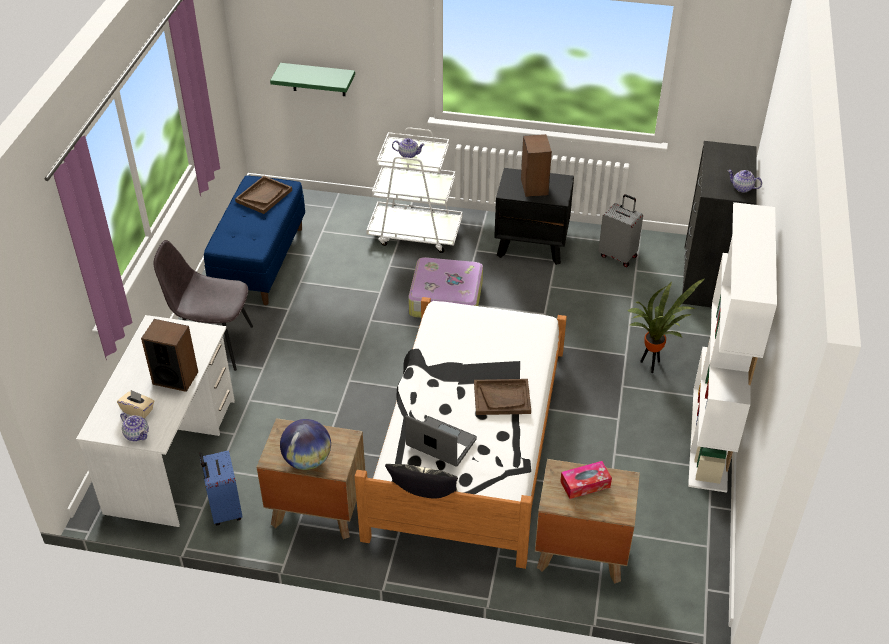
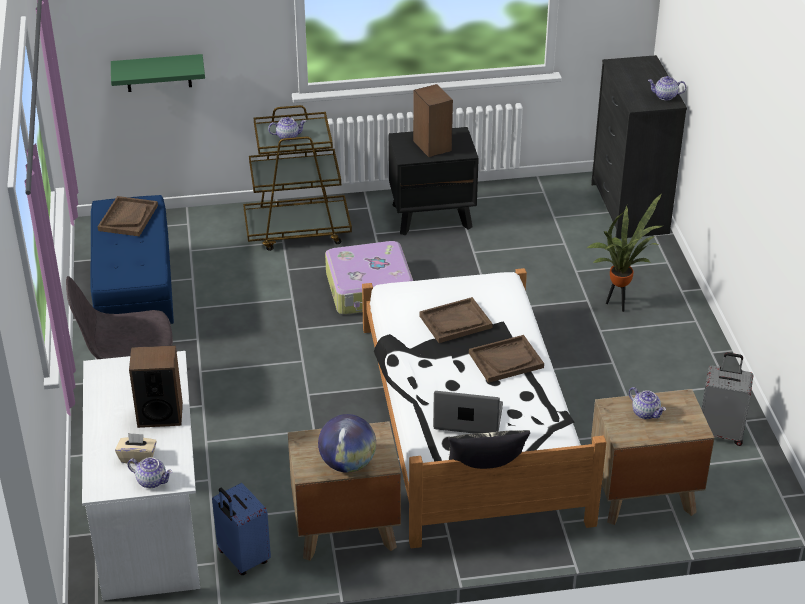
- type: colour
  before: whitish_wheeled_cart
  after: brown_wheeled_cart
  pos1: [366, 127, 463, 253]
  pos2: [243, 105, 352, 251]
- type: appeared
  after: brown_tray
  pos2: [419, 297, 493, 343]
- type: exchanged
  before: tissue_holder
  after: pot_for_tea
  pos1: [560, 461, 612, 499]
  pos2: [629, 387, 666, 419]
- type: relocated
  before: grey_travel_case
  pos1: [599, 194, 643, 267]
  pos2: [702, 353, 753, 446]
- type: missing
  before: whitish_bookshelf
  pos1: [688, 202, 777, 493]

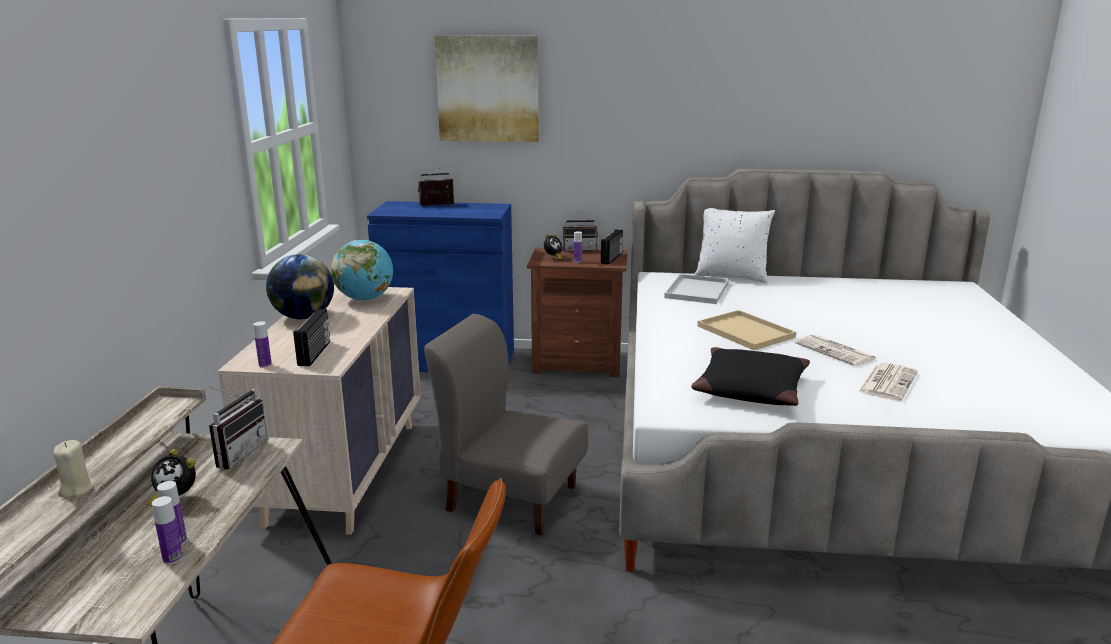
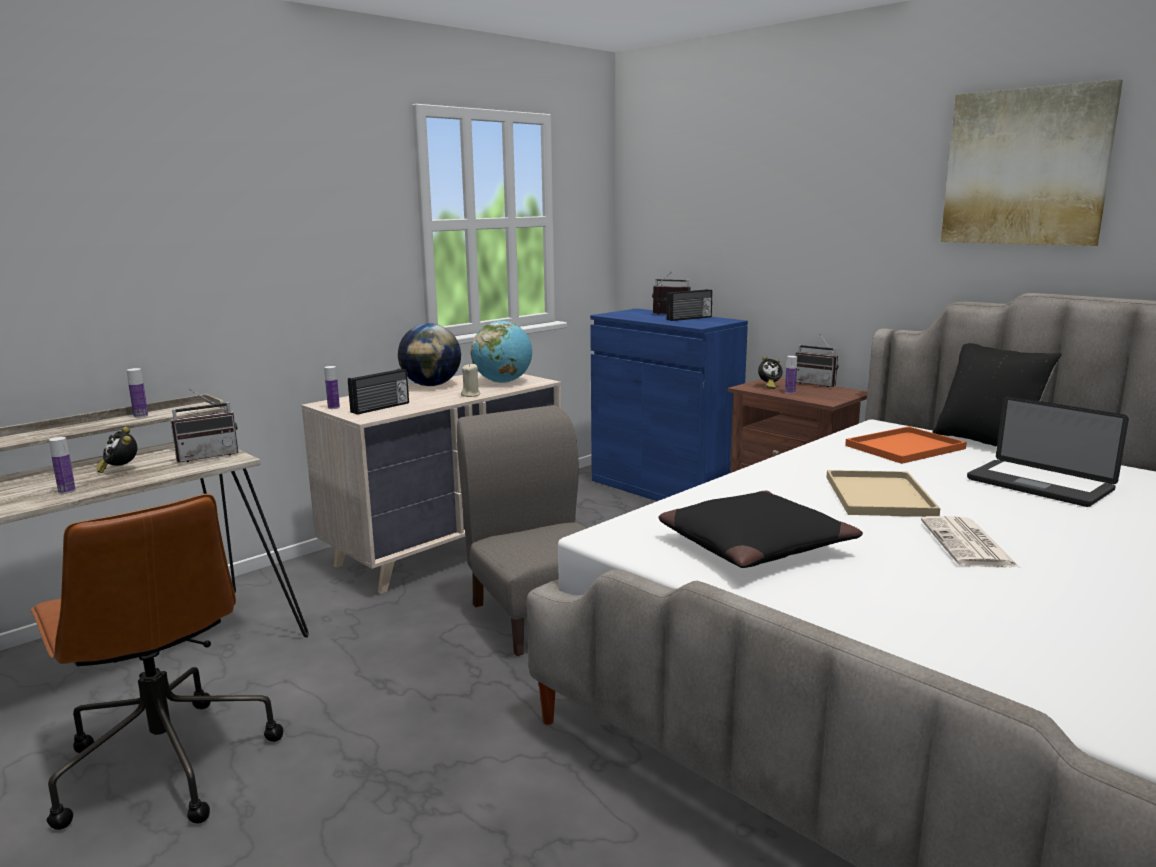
- type: relocated
  before: beverage_bottle
  pos1: [152, 496, 183, 564]
  pos2: [127, 368, 148, 418]
- type: relocated
  before: beige_candle
  pos1: [54, 440, 94, 498]
  pos2: [461, 363, 480, 397]
- type: relocated
  before: radio
  pos1: [601, 229, 624, 265]
  pos2: [666, 289, 713, 321]
- type: colour
  before: whitish_tray
  after: orange-coloured_tray
  pos1: [664, 274, 729, 304]
  pos2: [845, 426, 967, 464]
- type: colour
  before: whitish_cushion
  after: black-coloured_cushion
  pos1: [694, 208, 775, 283]
  pos2: [932, 343, 1062, 447]
- type: relocated
  before: wall_art
  pos1: [435, 36, 539, 142]
  pos2: [941, 79, 1123, 246]
- type: appeared
  after: portable_computer
  pos2: [967, 396, 1129, 507]
- type: missing
  before: daily_paper
  pos1: [858, 363, 918, 401]

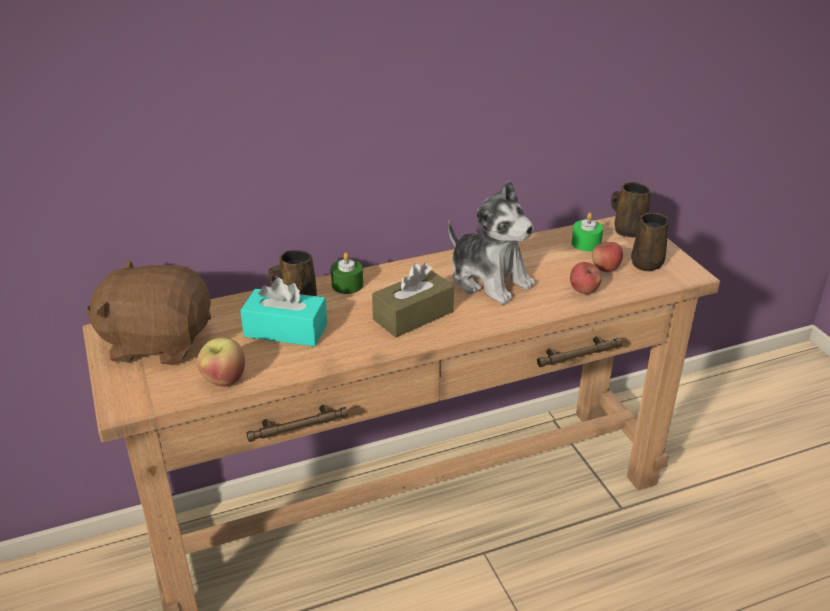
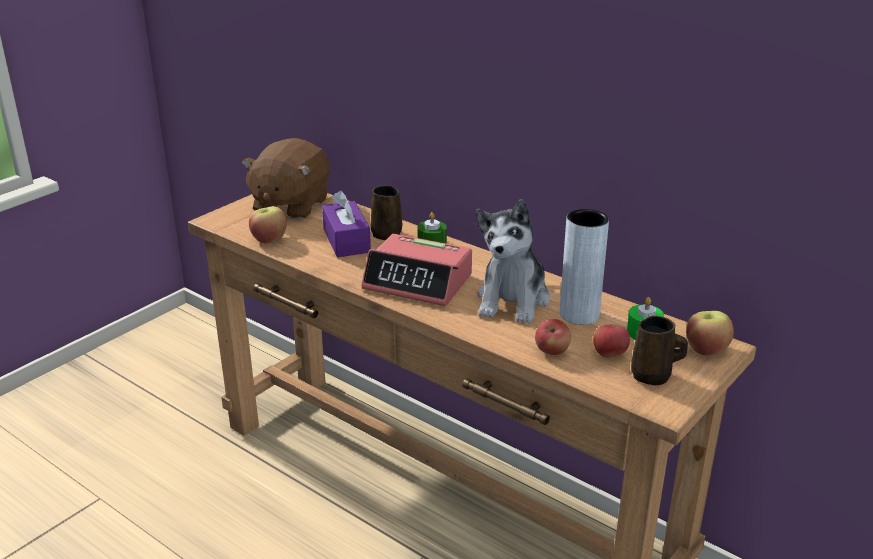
- type: spun
  before: brown_cuddly_toy
  pos1: [86, 259, 211, 365]
  pos2: [241, 138, 330, 220]
  turn: -135
- type: colour
  before: turquoise-coloured_tissue_holder
  after: purple-coloured_tissue_holder
  pos1: [240, 278, 327, 347]
  pos2: [322, 191, 371, 257]
- type: exchanged
  before: brown_tissue_holder
  after: alarm_clock
  pos1: [372, 263, 454, 337]
  pos2: [361, 234, 472, 306]
- type: appeared
  after: grey_vase
  pos2: [560, 209, 609, 325]
- type: exchanged
  before: brown_coffee_mug
  after: whole_apple
  pos1: [611, 182, 650, 237]
  pos2: [686, 311, 734, 356]

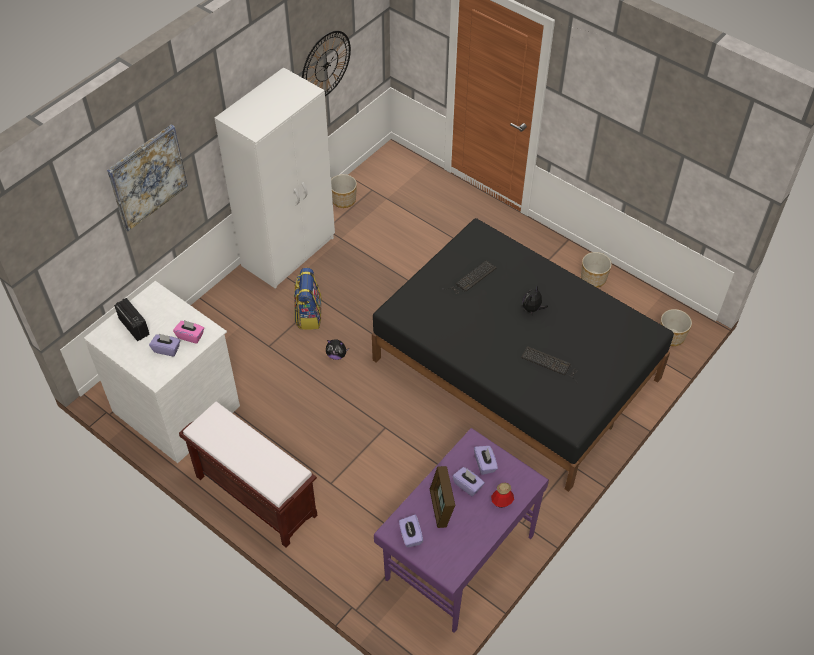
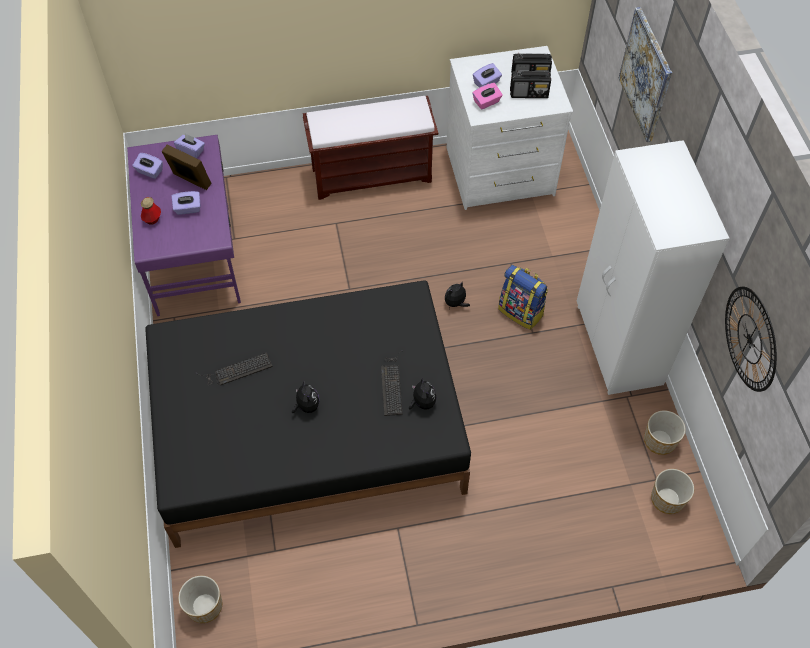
- type: relocated
  before: purple-coloured_tissue_holder
  pos1: [474, 446, 498, 475]
  pos2: [132, 153, 163, 179]
- type: appeared
  after: cuddly_toy
  pos2: [409, 377, 437, 410]
- type: appeared
  after: radio
  pos2: [510, 70, 551, 98]
- type: relocated
  before: planter
  pos1: [581, 252, 612, 288]
  pos2: [651, 469, 694, 514]

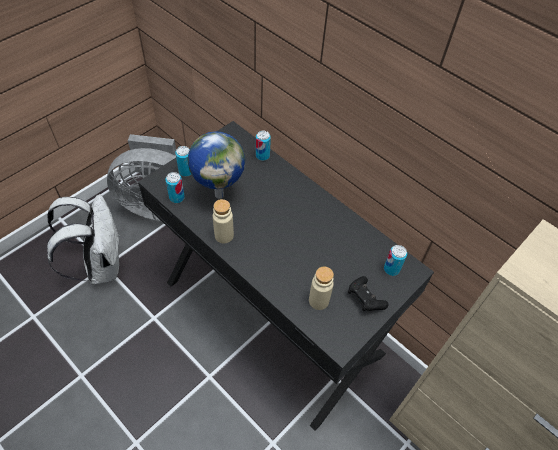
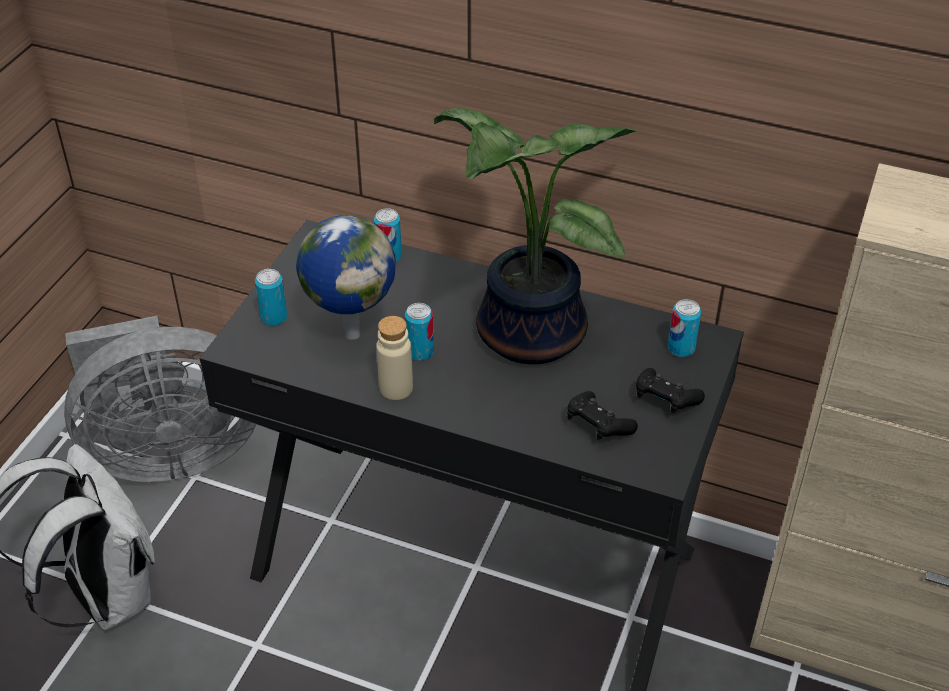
- type: relocated
  before: metal_can
  pos1: [165, 172, 185, 203]
  pos2: [405, 303, 434, 361]
- type: appeared
  after: plant_in_a_pot
  pos2: [434, 108, 637, 364]
- type: exchanged
  before: beige_beverage_bottle
  after: black-coloured_gamepad
  pos1: [309, 266, 334, 310]
  pos2: [567, 391, 638, 440]

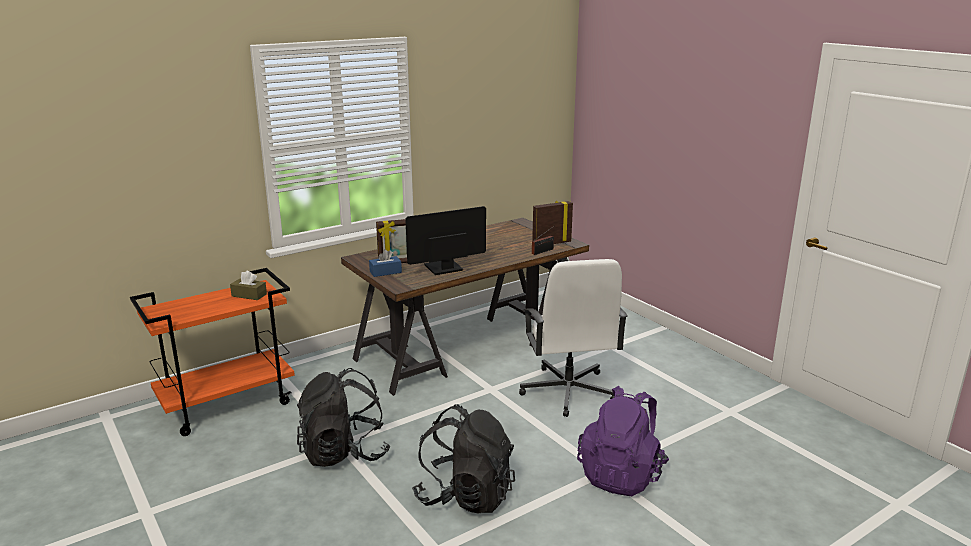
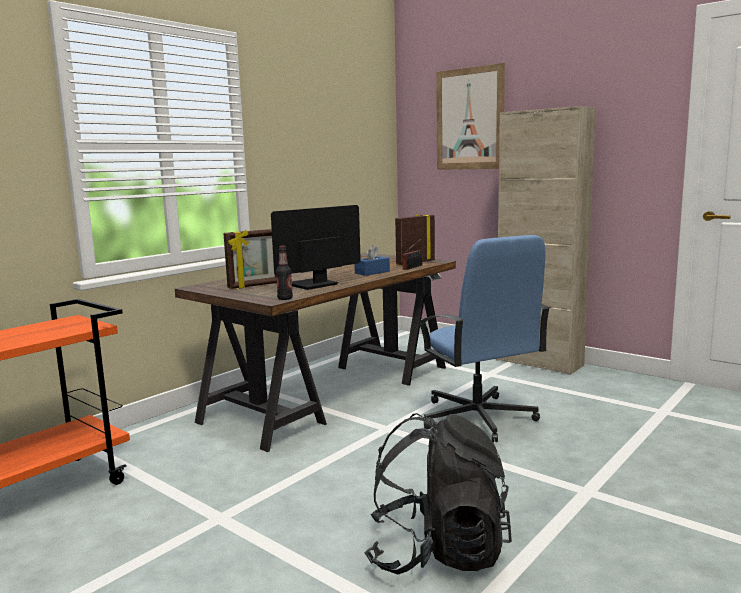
- type: appeared
  after: beverage_bottle
  pos2: [276, 246, 293, 300]
- type: relocated
  before: bluish_tissue_holder
  pos1: [369, 249, 402, 277]
  pos2: [354, 245, 390, 276]
- type: colour
  before: whitish_office_chair
  after: bluish_office_chair
  pos1: [519, 259, 627, 417]
  pos2: [417, 235, 551, 442]
- type: appeared
  after: wall_art
  pos2: [436, 63, 505, 170]
- type: appeared
  after: beige_cupboard
  pos2: [496, 106, 596, 375]
- type: missing
  before: brown_tissue_holder
  pos1: [230, 271, 267, 300]
- type: missing
  before: black-coloured_knapsack
  pos1: [297, 368, 391, 467]
- type: missing
  before: purple-coloured_knapsack
  pos1: [577, 386, 669, 496]

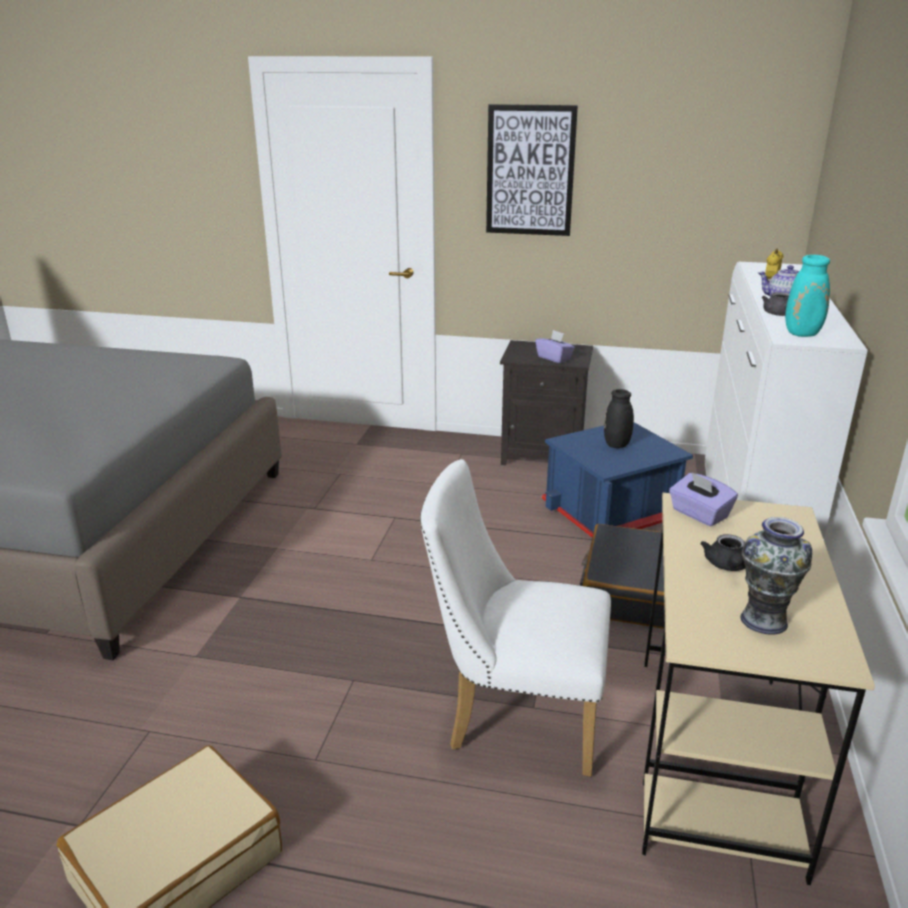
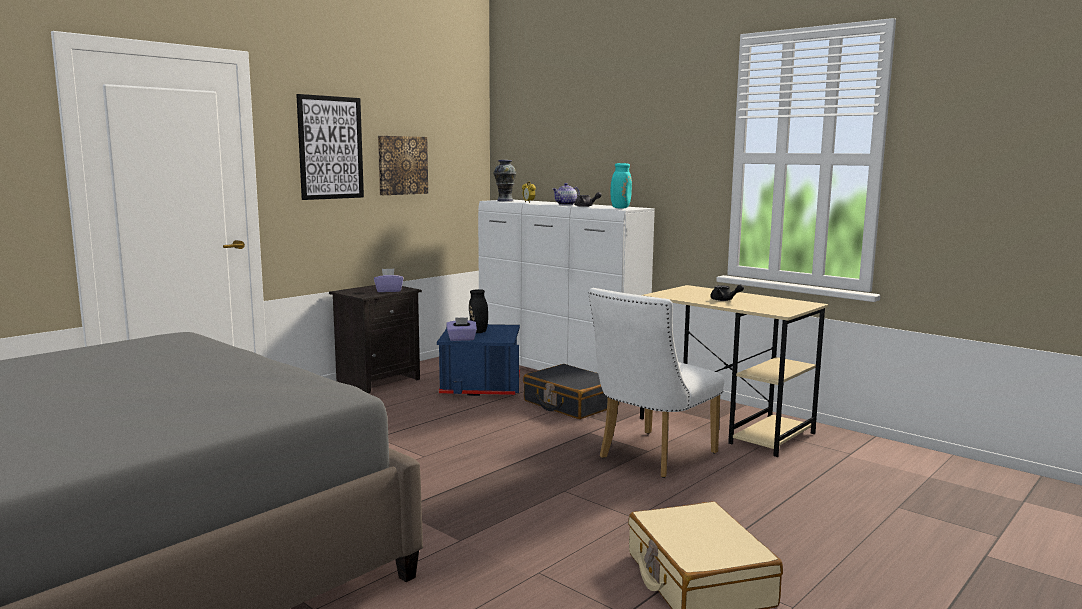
- type: appeared
  after: wall_art
  pos2: [378, 136, 428, 195]
- type: relocated
  before: purple-coloured_tissue_holder
  pos1: [669, 472, 738, 526]
  pos2: [446, 317, 477, 341]
- type: relocated
  before: vase
  pos1: [740, 517, 812, 635]
  pos2: [493, 160, 516, 202]

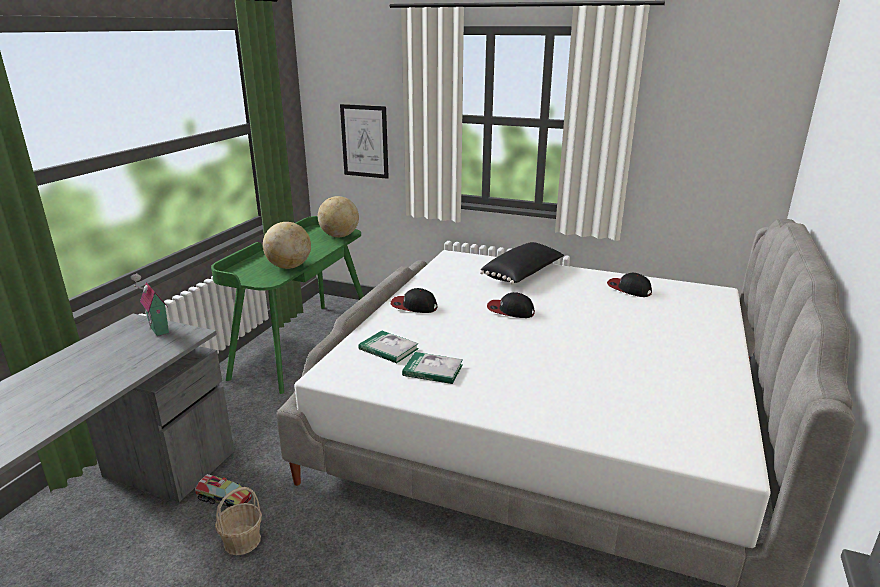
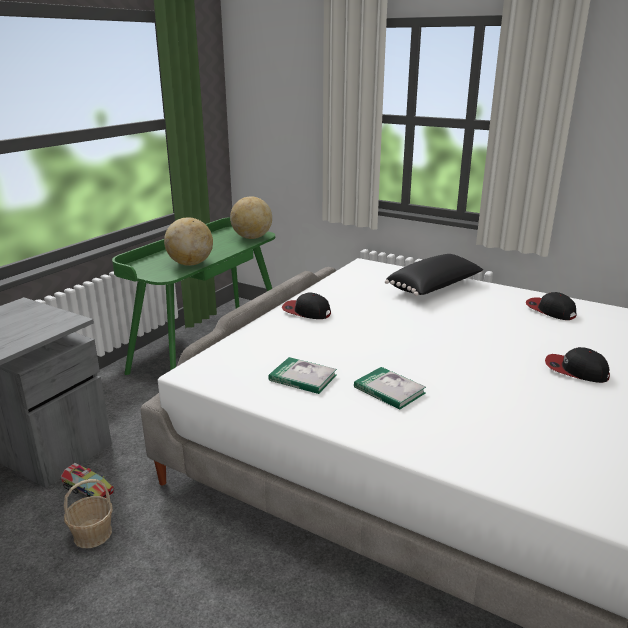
- type: relocated
  before: book
  pos1: [358, 331, 419, 363]
  pos2: [354, 367, 426, 410]
- type: relocated
  before: cap
  pos1: [487, 292, 535, 318]
  pos2: [545, 347, 610, 383]
- type: missing
  before: model_house
  pos1: [131, 273, 169, 336]
- type: missing
  before: wall_art
  pos1: [340, 104, 389, 179]

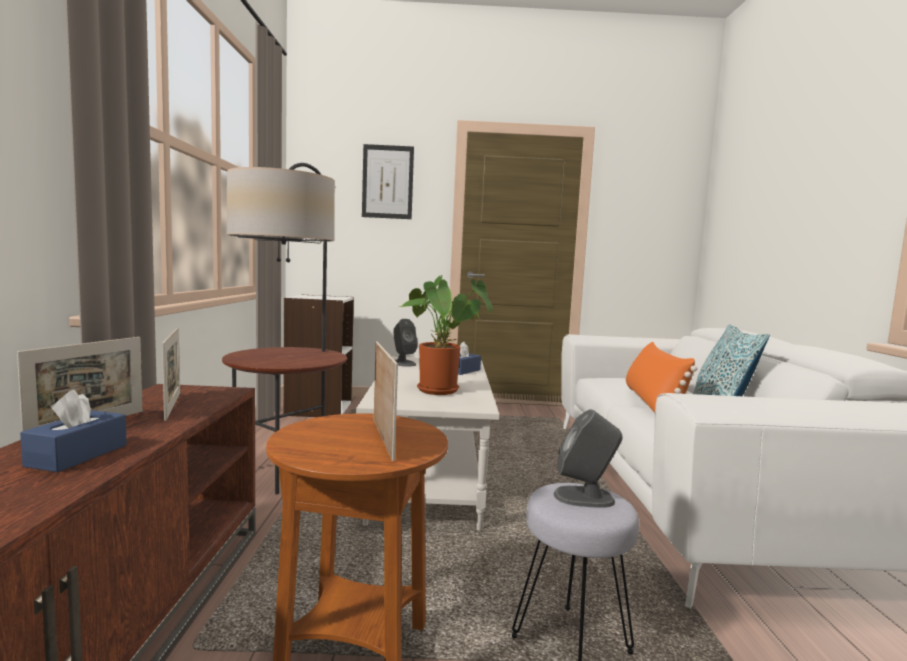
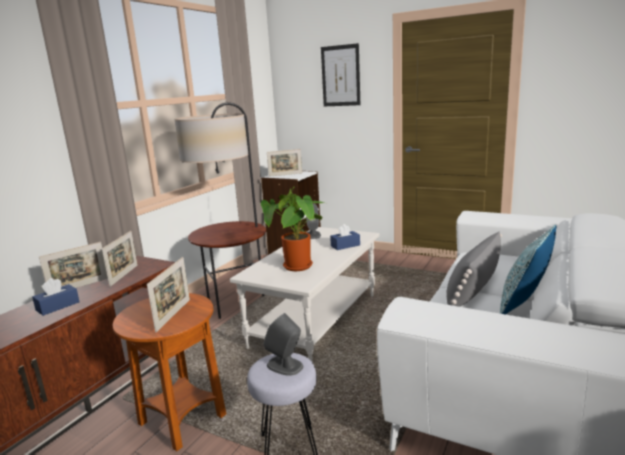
- type: appeared
  after: picture_frame
  pos2: [267, 149, 302, 177]
- type: colour
  before: orange-coloured_cushion
  after: grey_cushion
  pos1: [626, 342, 698, 413]
  pos2: [446, 231, 502, 307]

